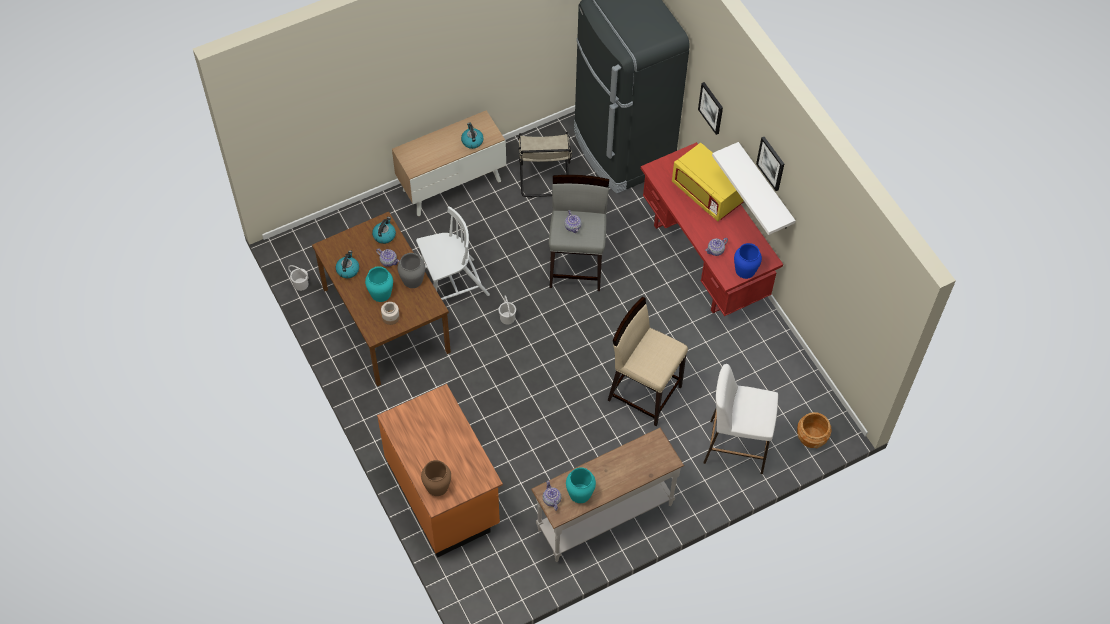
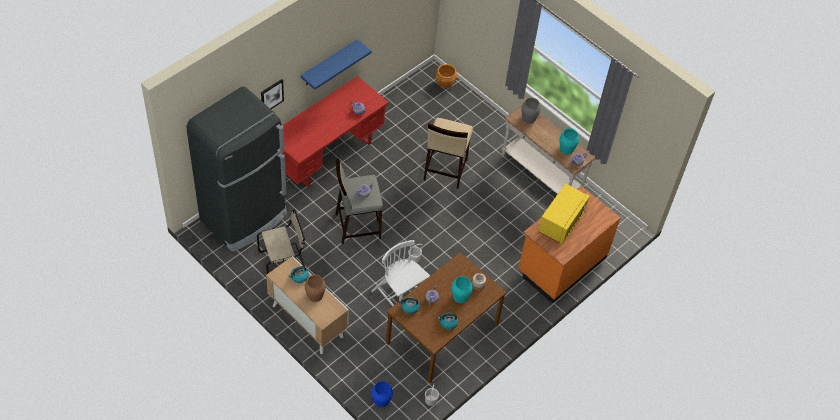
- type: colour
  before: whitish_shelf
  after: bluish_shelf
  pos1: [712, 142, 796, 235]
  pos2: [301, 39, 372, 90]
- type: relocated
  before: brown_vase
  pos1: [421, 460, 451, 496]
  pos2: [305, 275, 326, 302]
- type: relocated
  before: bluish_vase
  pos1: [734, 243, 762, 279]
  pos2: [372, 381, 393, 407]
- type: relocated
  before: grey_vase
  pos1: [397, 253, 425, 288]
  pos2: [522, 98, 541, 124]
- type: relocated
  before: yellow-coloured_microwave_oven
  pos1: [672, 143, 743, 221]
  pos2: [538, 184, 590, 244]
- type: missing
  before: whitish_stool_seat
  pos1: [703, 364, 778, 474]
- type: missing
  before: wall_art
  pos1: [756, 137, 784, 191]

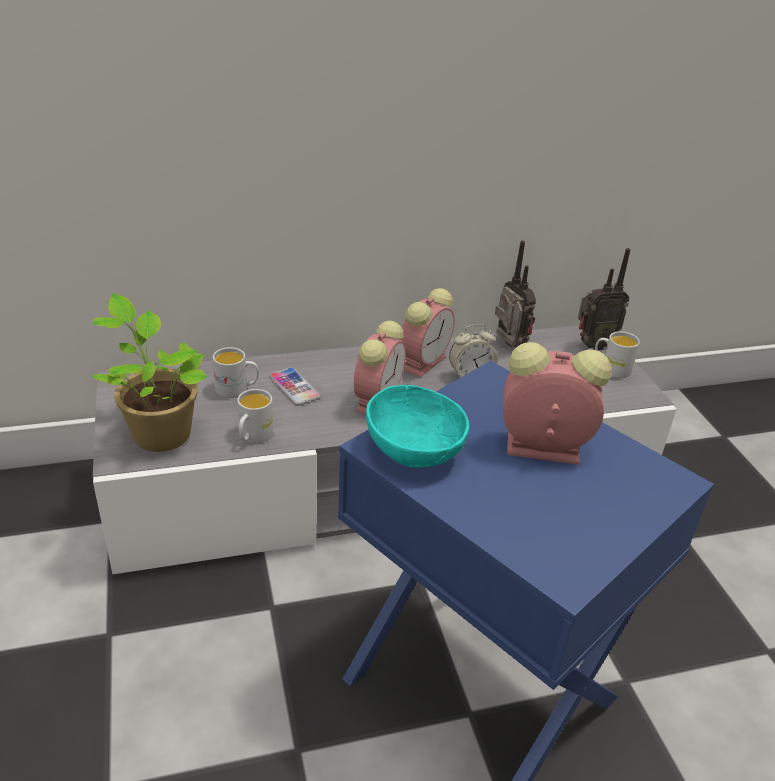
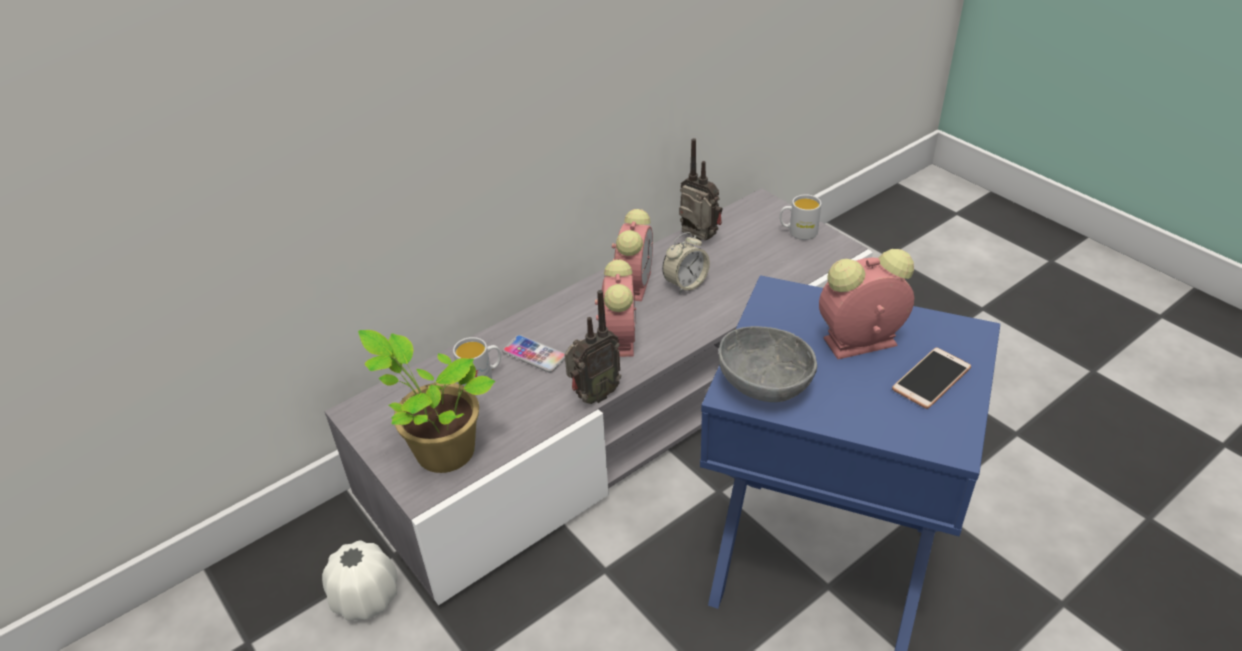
- type: appeared
  after: whitish_vase
  pos2: [322, 540, 397, 621]
- type: relocated
  before: radio
  pos1: [578, 248, 630, 350]
  pos2: [565, 290, 621, 404]
- type: colour
  before: turquoise-coloured_bowl
  after: grey_bowl
  pos1: [366, 385, 469, 467]
  pos2: [719, 326, 817, 402]
- type: appeared
  after: handset
  pos2: [892, 347, 971, 409]
- type: missing
  before: whitish_coffee_mug
  pos1: [237, 389, 274, 443]

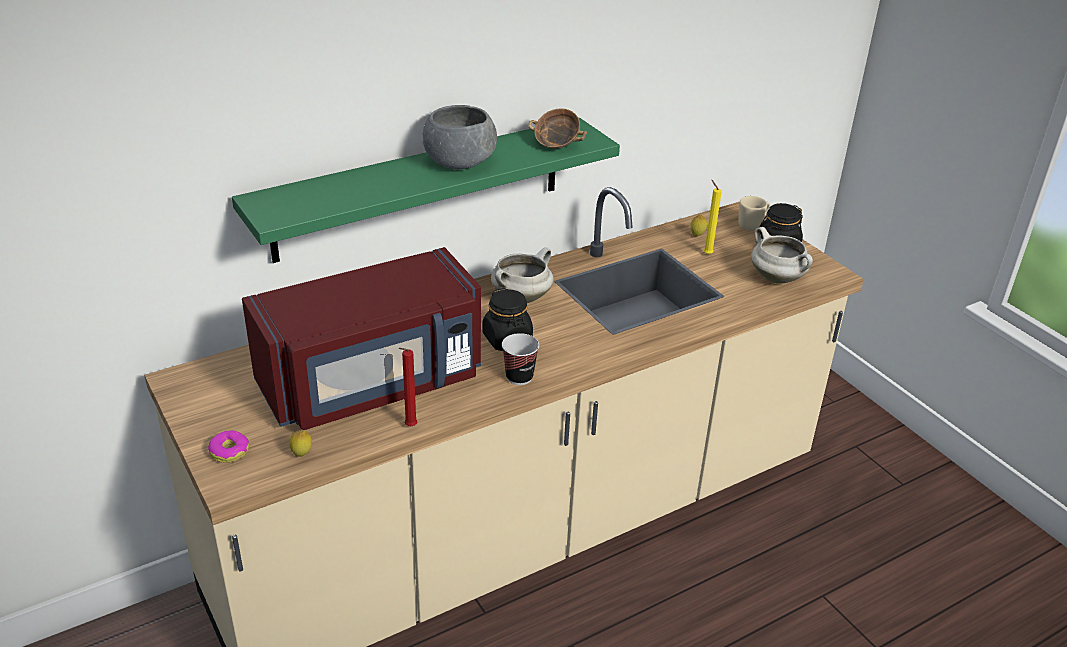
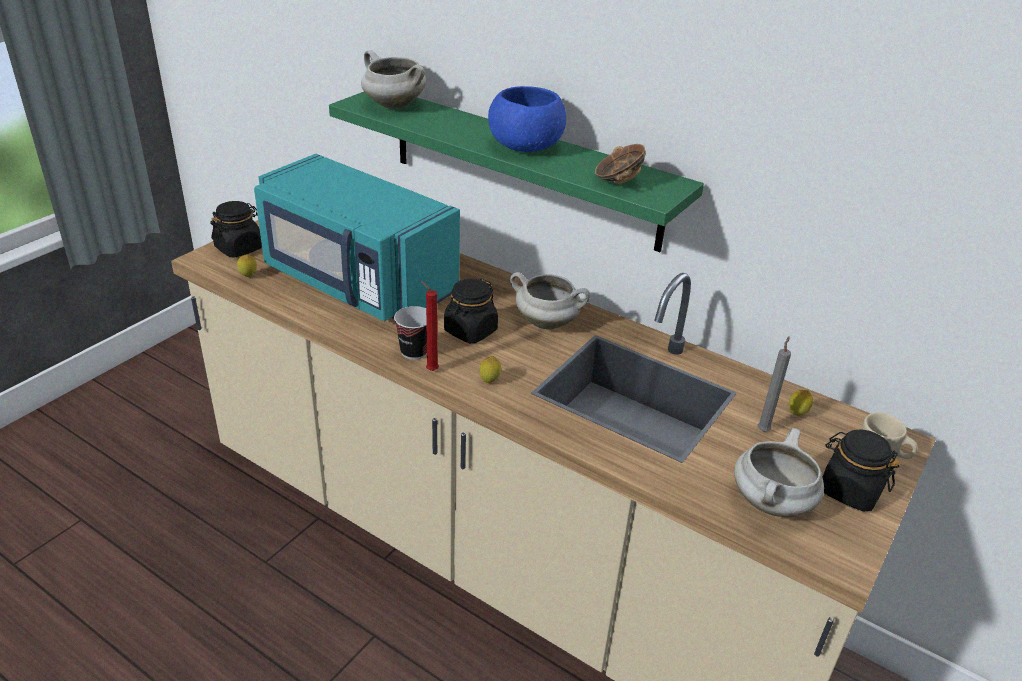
- type: exchanged
  before: donut
  after: black-coloured_storage_jar
  pos1: [208, 430, 249, 463]
  pos2: [210, 201, 262, 257]
- type: colour
  before: red_microwave_oven
  after: turquoise-coloured_microwave_oven
  pos1: [242, 247, 481, 430]
  pos2: [254, 154, 460, 322]
- type: appeared
  after: whitish_cooking_pot
  pos2: [361, 50, 426, 109]
- type: relocated
  before: red_candle
  pos1: [398, 348, 418, 426]
  pos2: [421, 281, 439, 371]
- type: appeared
  after: whole_lemon
  pos2: [479, 356, 501, 383]
- type: colour
  before: grey_bowl
  after: bluish_bowl
  pos1: [422, 105, 497, 169]
  pos2: [488, 86, 566, 152]
- type: colour
  before: yellow-coloured_candle
  after: grey_candle
  pos1: [704, 180, 722, 255]
  pos2: [758, 336, 791, 431]

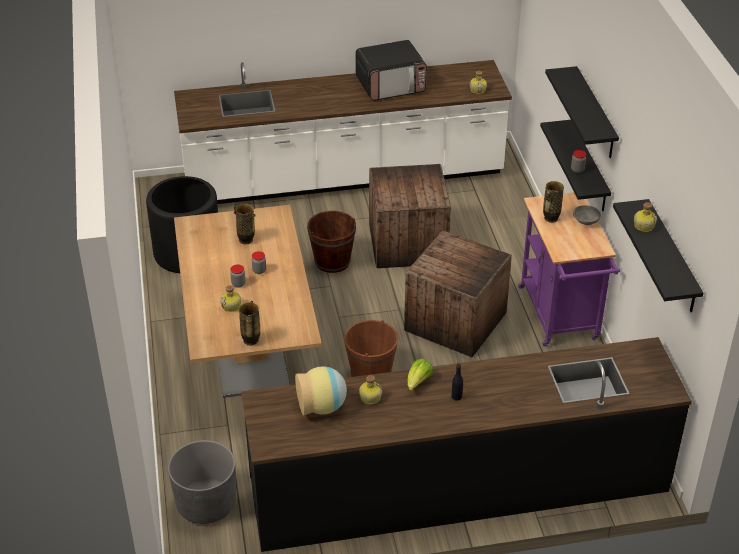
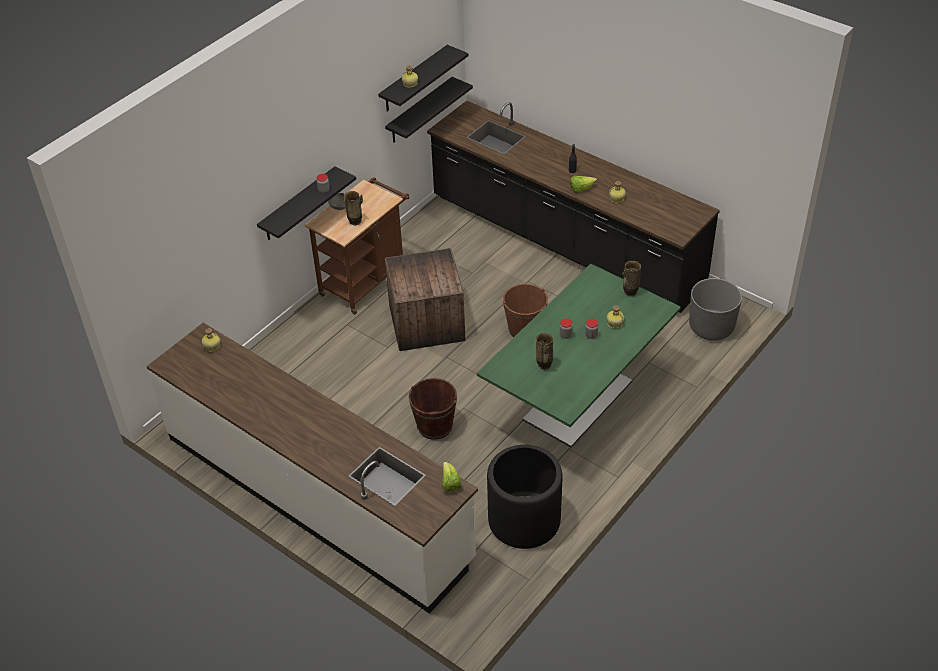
- type: colour
  before: purple-coloured_wheeled_cart
  after: brown_wheeled_cart
  pos1: [518, 192, 620, 347]
  pos2: [305, 177, 409, 314]
- type: relocated
  before: black-coloured_shelf
  pos1: [545, 66, 619, 158]
  pos2: [385, 77, 473, 143]
- type: appeared
  after: lettuce_head
  pos2: [442, 462, 462, 493]
- type: colour
  before: brown_kitchen_table
  after: green_kitchen_table
  pos1: [174, 205, 322, 398]
  pos2: [477, 264, 681, 448]
- type: missing
  before: vase
  pos1: [295, 366, 347, 416]
- type: missing
  before: microwave_oven
  pos1: [355, 40, 427, 101]
- type: missing
  before: shipping_crate
  pos1: [369, 164, 451, 268]

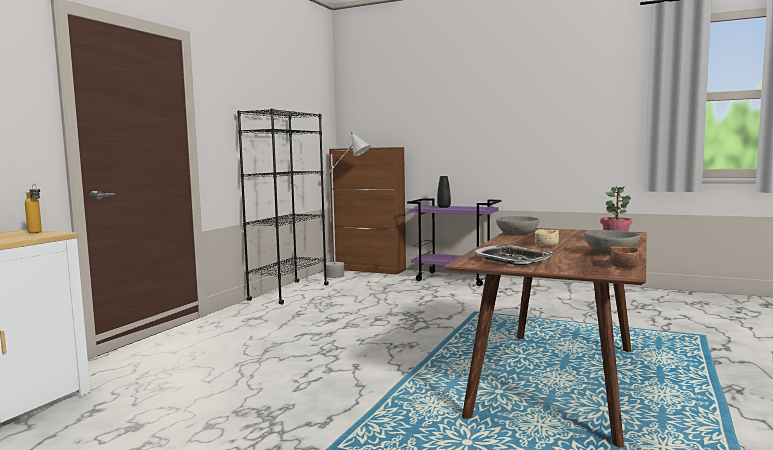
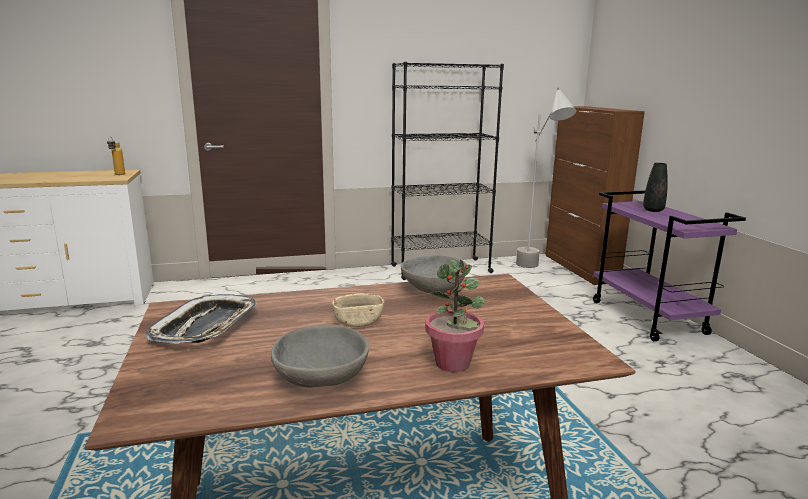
- type: missing
  before: brown_bowl
  pos1: [610, 247, 639, 268]

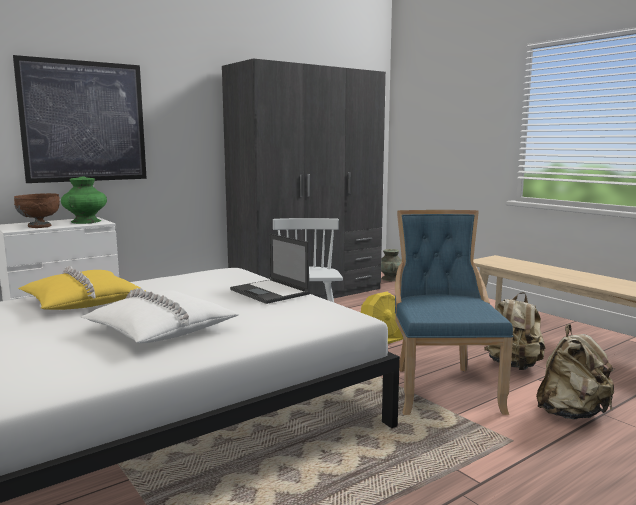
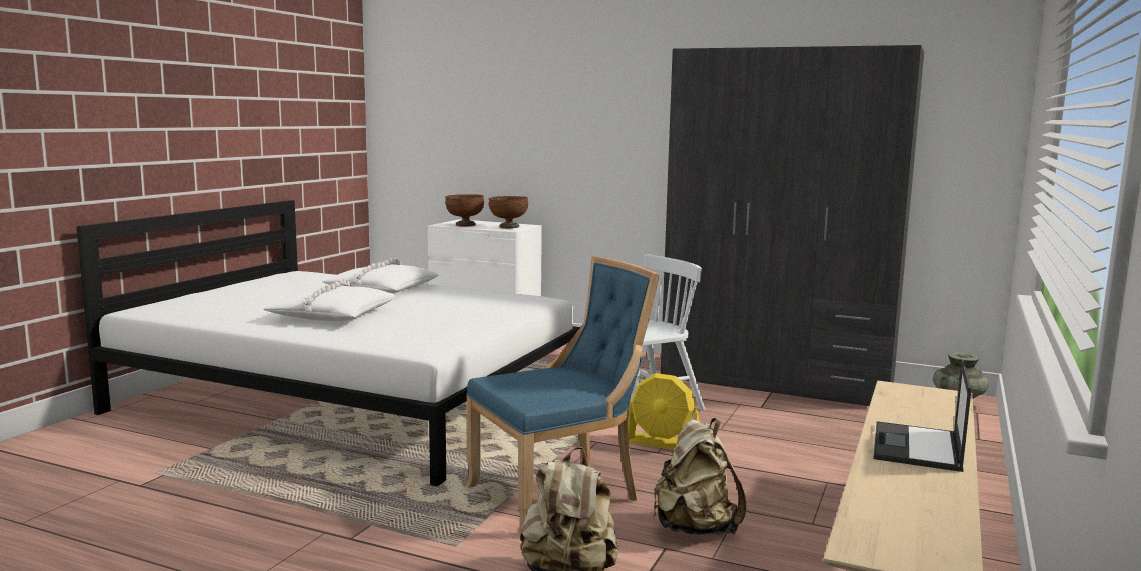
- type: colour
  before: yellow-coloured_cushion
  after: whitish_cushion
  pos1: [18, 266, 146, 310]
  pos2: [322, 258, 439, 293]
- type: exchanged
  before: green_vase
  after: brown_bowl
  pos1: [61, 177, 107, 224]
  pos2: [488, 196, 528, 228]
- type: relocated
  before: portable_computer
  pos1: [230, 234, 310, 304]
  pos2: [873, 360, 972, 472]
- type: missing
  before: wall_art
  pos1: [13, 55, 147, 183]

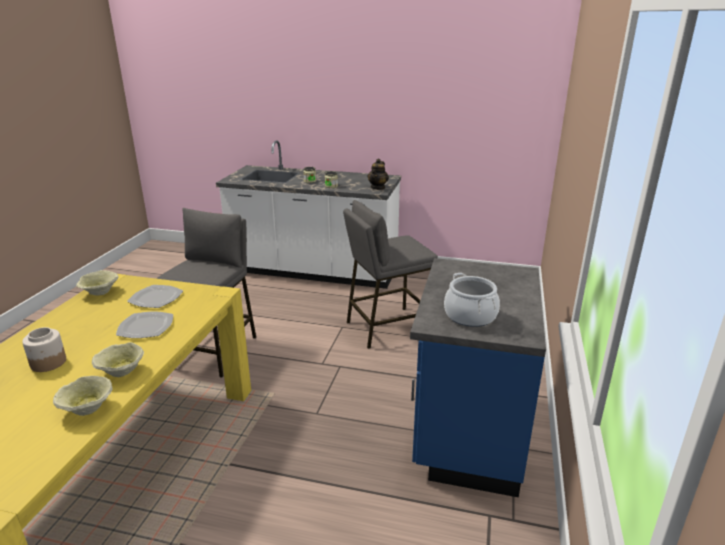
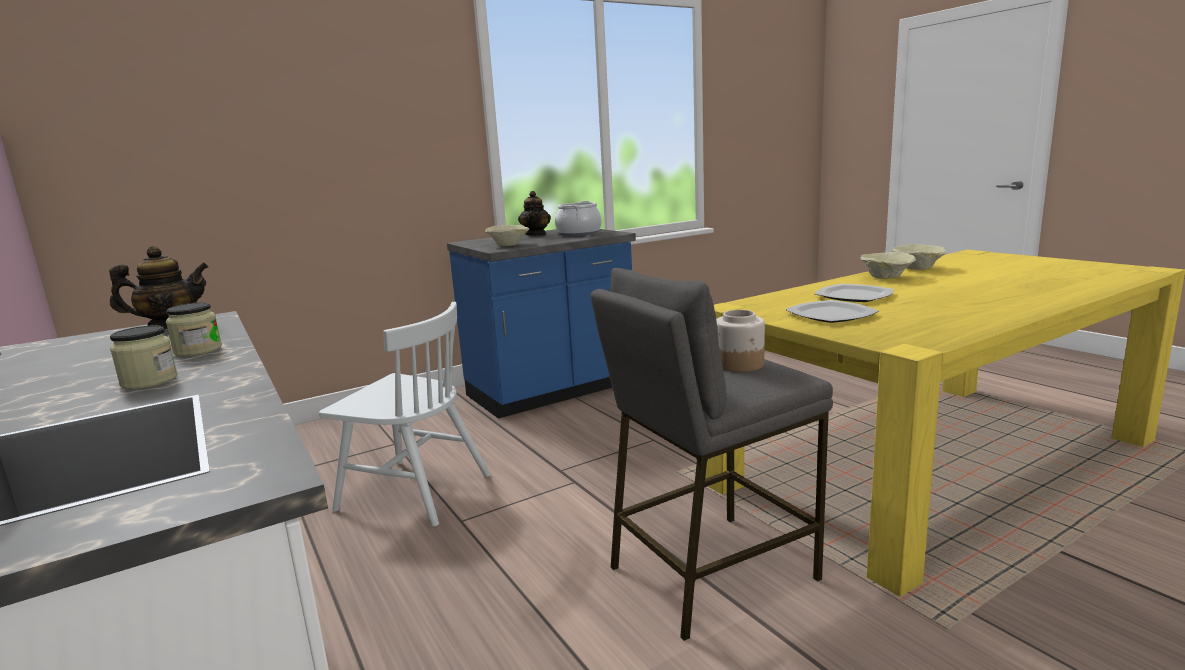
- type: exchanged
  before: grey_stool_seat
  after: whitish_chair
  pos1: [343, 200, 438, 349]
  pos2: [319, 302, 491, 527]
- type: relocated
  before: beige_bowl
  pos1: [76, 270, 118, 295]
  pos2: [485, 225, 529, 246]
- type: appeared
  after: pot_for_tea
  pos2: [518, 191, 551, 236]
- type: relocated
  before: storage_jar
  pos1: [22, 327, 66, 372]
  pos2: [716, 310, 765, 372]

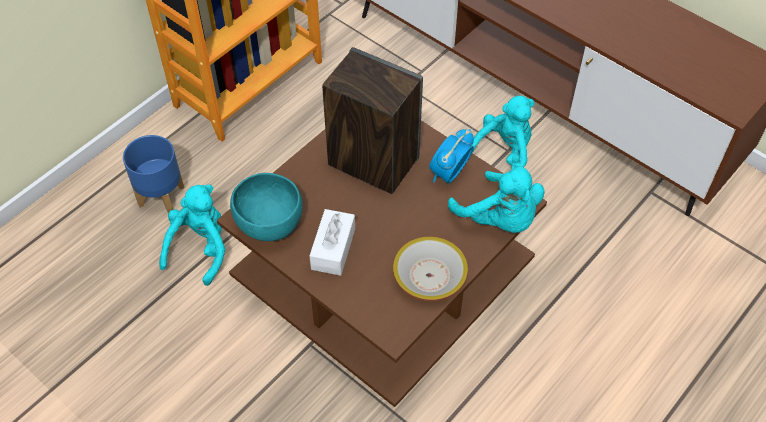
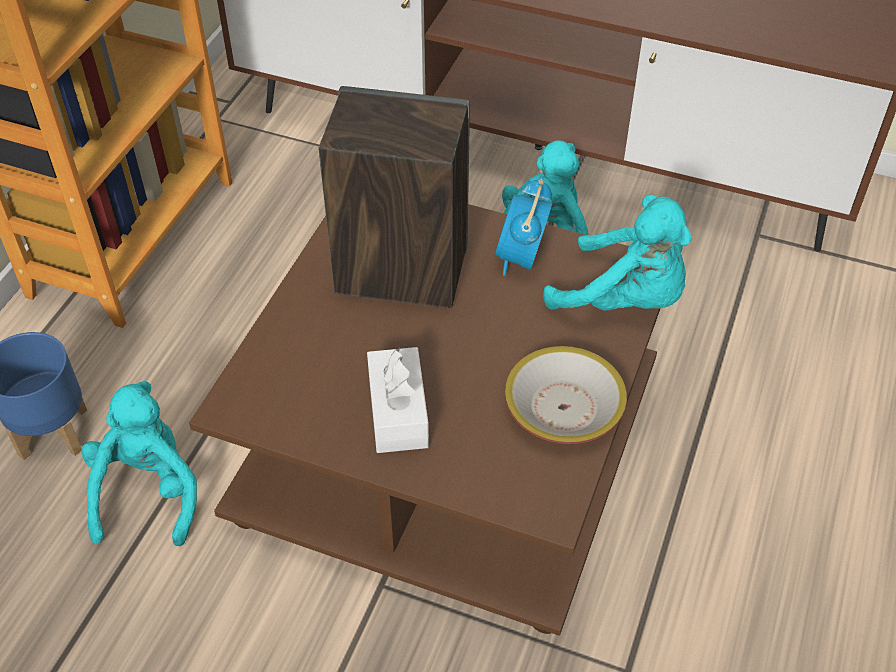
- type: missing
  before: turquoise-coloured_bowl
  pos1: [230, 173, 303, 241]

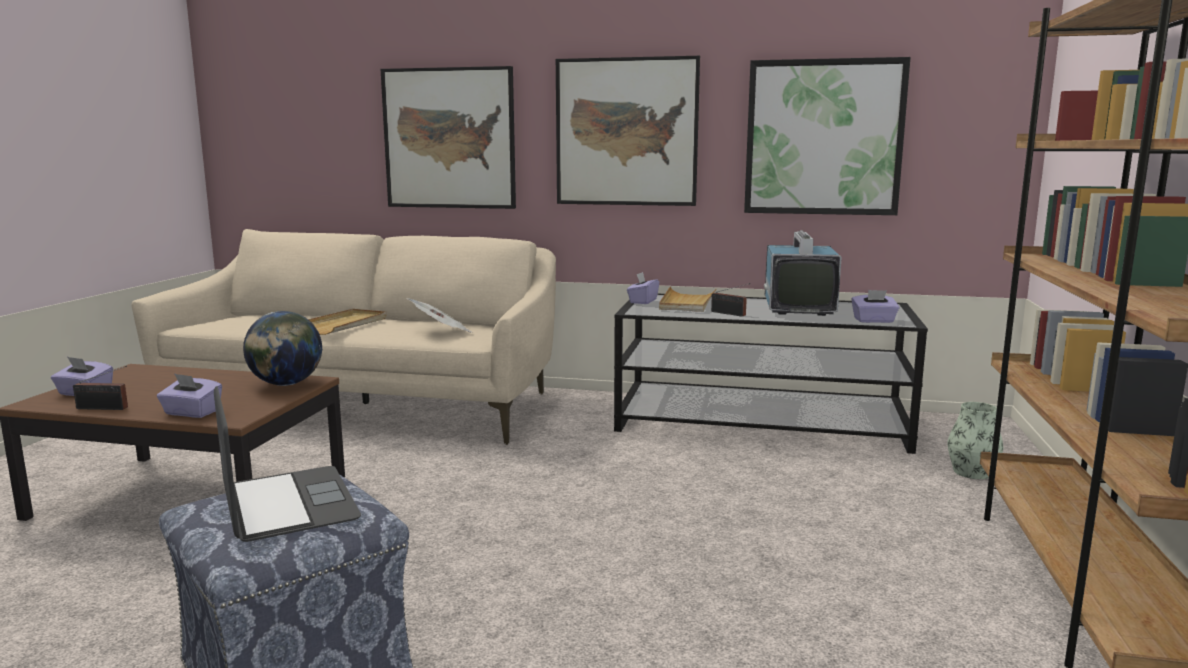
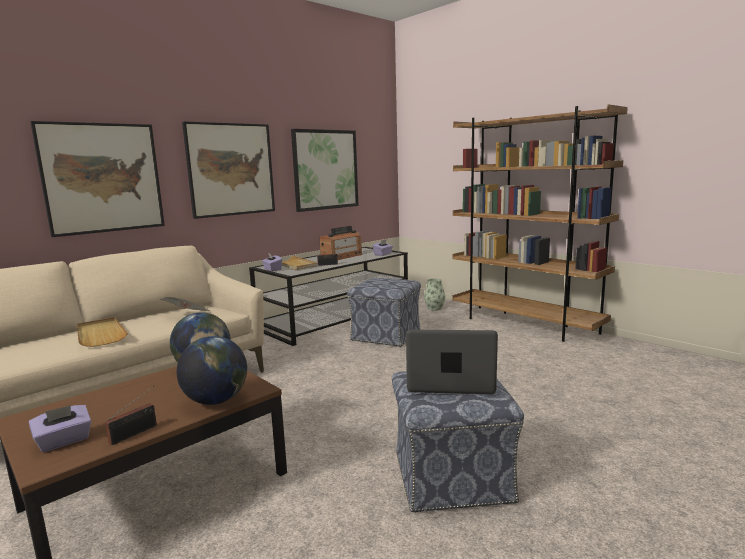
- type: exchanged
  before: purple-coloured_tissue_holder
  after: world_globe
  pos1: [157, 373, 222, 418]
  pos2: [176, 336, 247, 405]
- type: exchanged
  before: TV_set
  after: radio
  pos1: [764, 230, 842, 316]
  pos2: [319, 226, 362, 260]
- type: appeared
  after: ottoman
  pos2: [347, 278, 421, 347]

